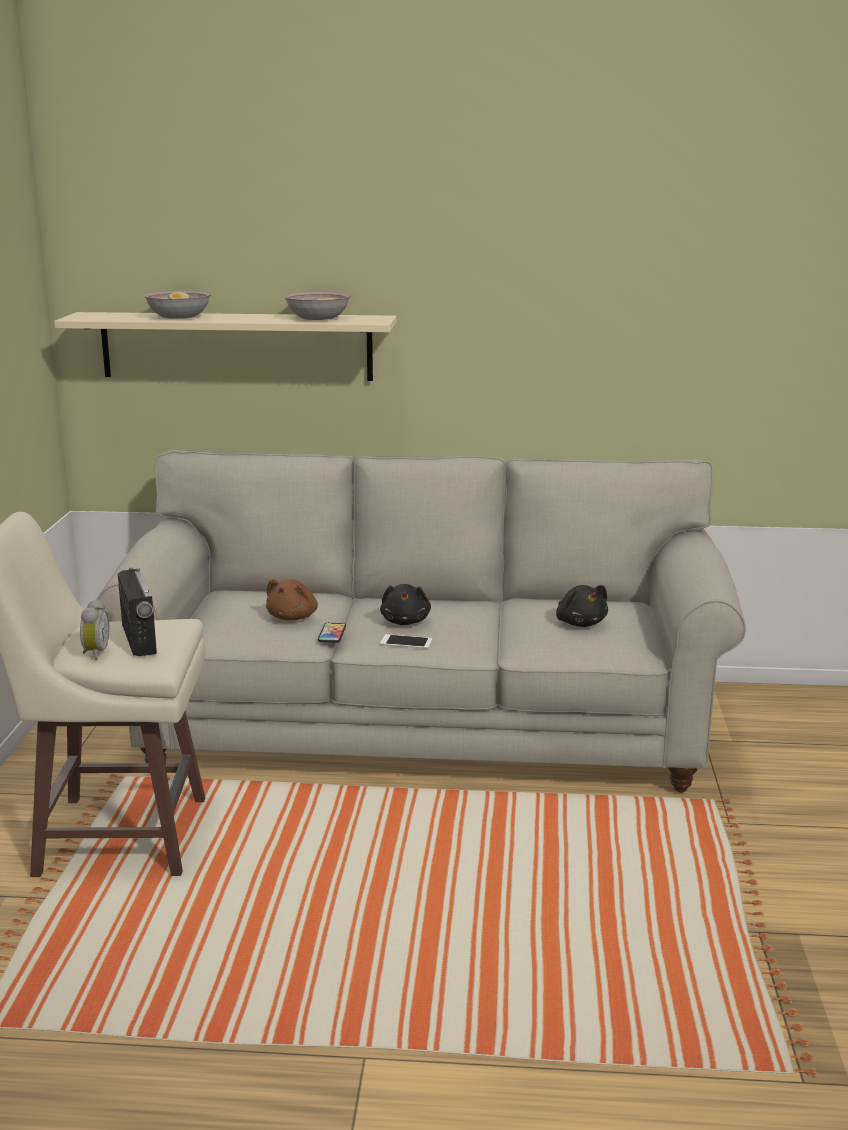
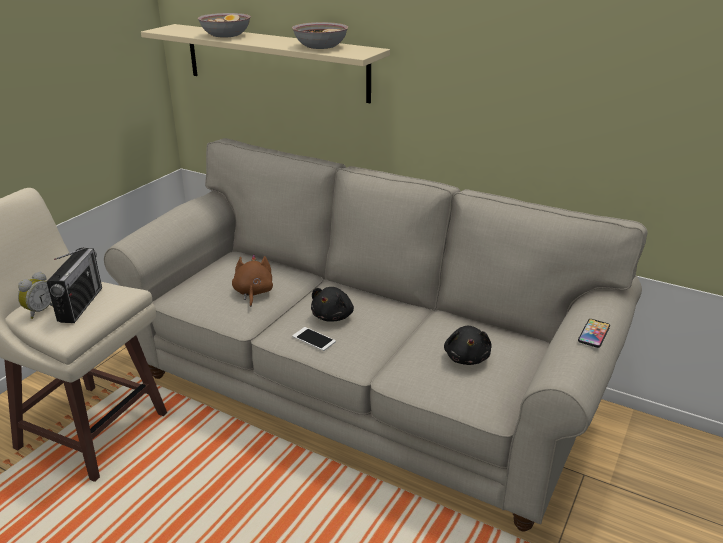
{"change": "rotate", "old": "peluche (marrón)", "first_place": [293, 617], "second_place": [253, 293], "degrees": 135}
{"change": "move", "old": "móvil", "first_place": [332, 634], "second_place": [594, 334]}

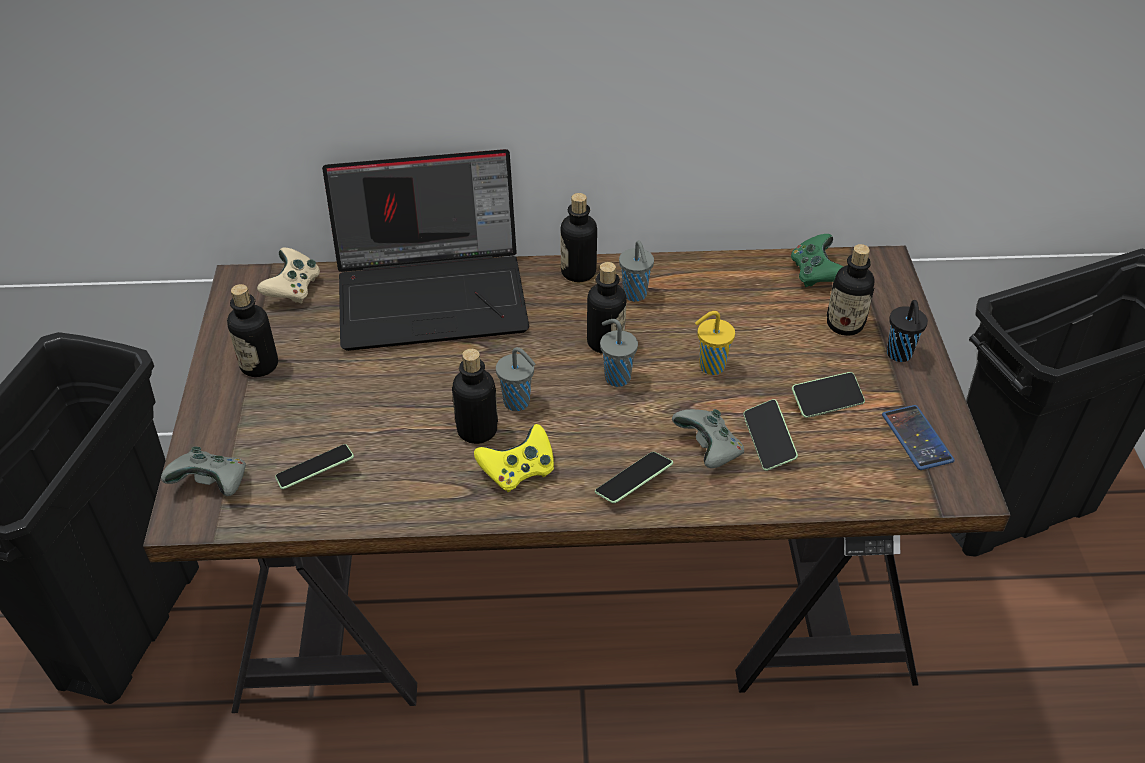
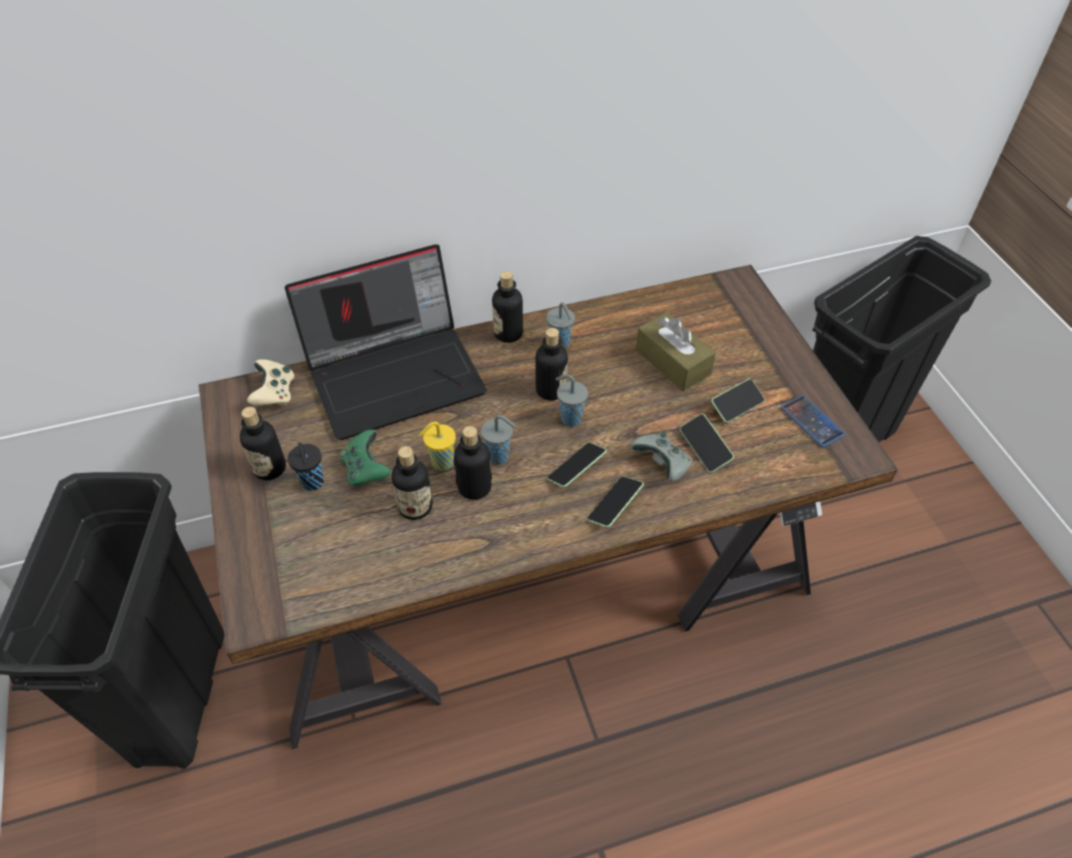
{"change": "delete", "old": "mando de consola (gris)", "first_place": [213, 485]}
{"change": "move", "old": "móvil", "first_place": [316, 474], "second_place": [576, 470]}
{"change": "delete", "old": "mando de consola (amarillo)", "first_place": [518, 472]}
{"change": "move", "old": "taza (amarillo)", "first_place": [710, 367], "second_place": [441, 463]}
{"change": "move", "old": "mando de consola (verde)", "first_place": [815, 274], "second_place": [366, 469]}
{"change": "move", "old": "botella", "first_place": [844, 324], "second_place": [415, 507]}
{"change": "move", "old": "taza (negro)", "first_place": [899, 355], "second_place": [312, 483]}
{"change": "insert", "new": "caja de pañuelos (marrón)", "second_place": [672, 362]}

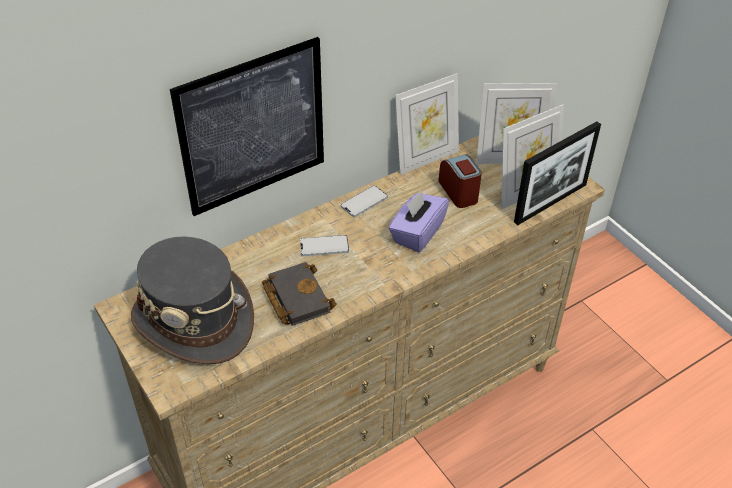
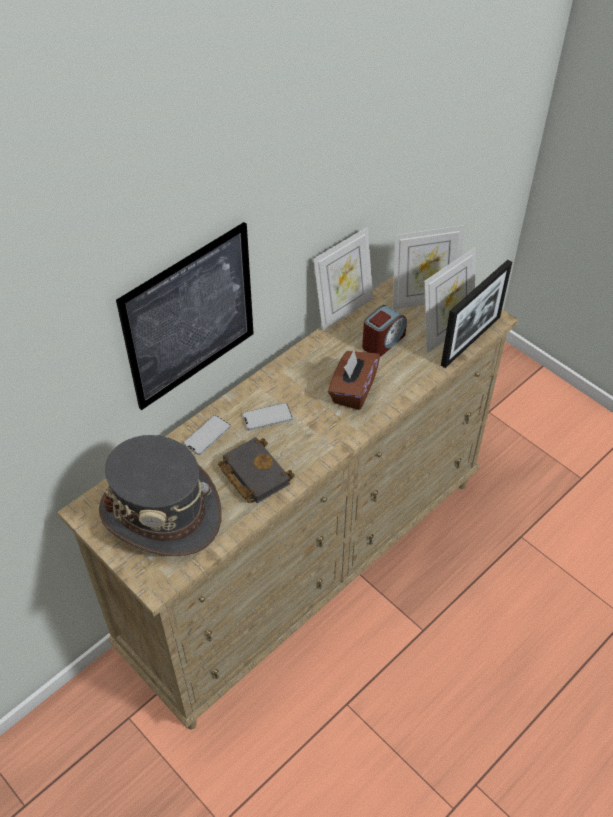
{"change": "move", "old": "móvil", "first_place": [364, 202], "second_place": [207, 435]}
{"change": "recolor", "old": "caja de pañuelos (morado)", "new": "caja de pañuelos (marrón)", "first_place": [417, 233], "second_place": [353, 390]}
{"change": "rotate", "old": "despertador", "first_place": [459, 192], "second_place": [383, 341], "degrees": 75}

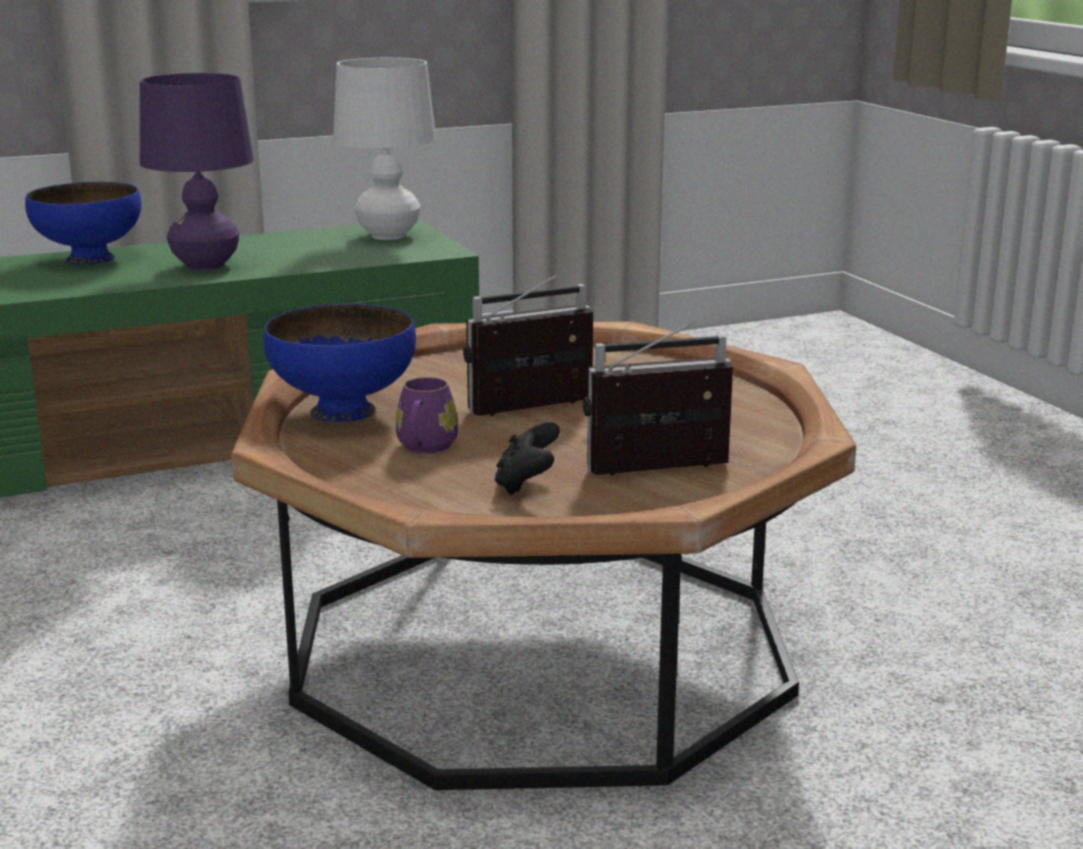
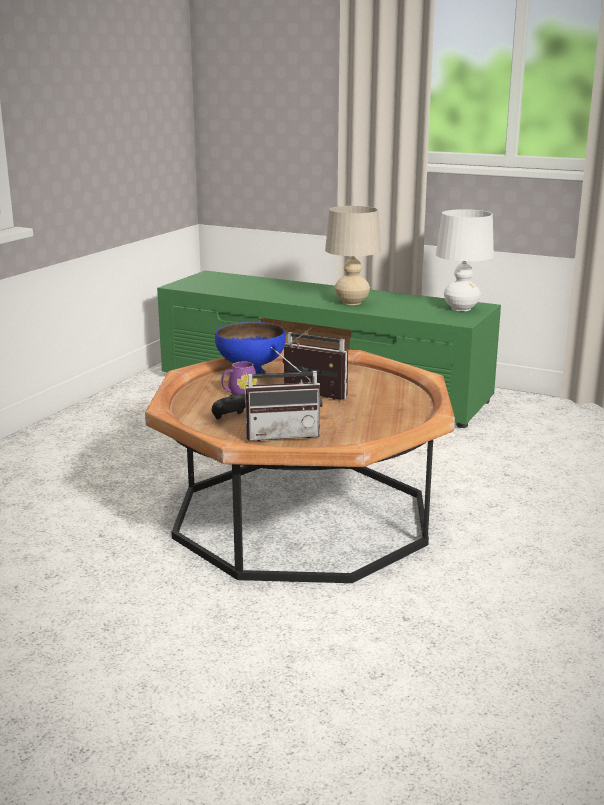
{"change": "delete", "old": "cuenco (azul)", "first_place": [90, 258]}
{"change": "recolor", "old": "lámpara de mesa (morado)", "new": "lámpara de mesa (beis)", "first_place": [206, 265], "second_place": [352, 302]}
{"change": "rotate", "old": "radio", "first_place": [660, 474], "second_place": [283, 434], "degrees": 135}

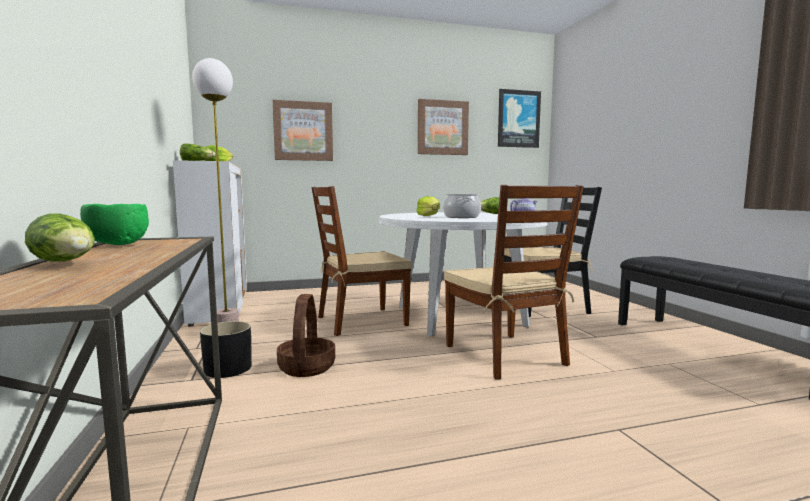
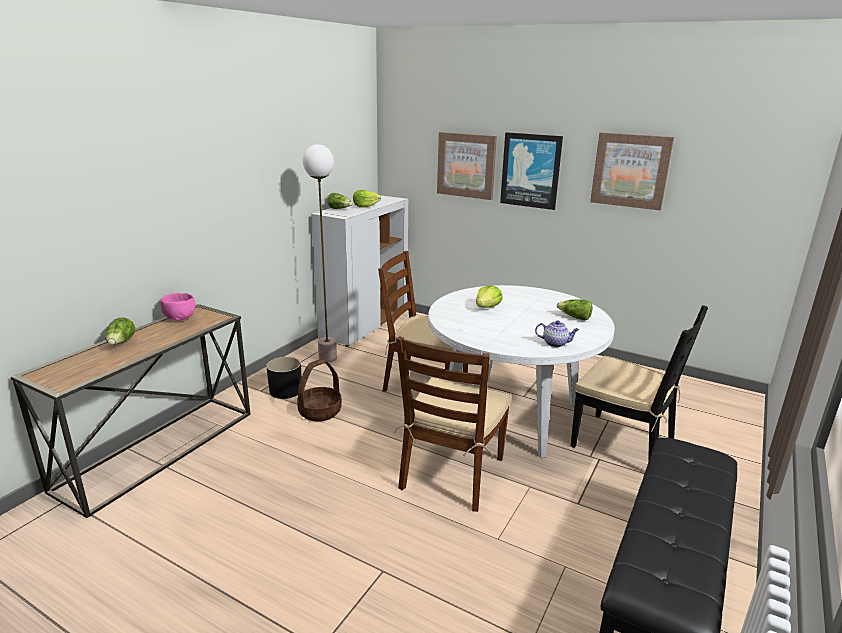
{"change": "recolor", "old": "cuenco (verde)", "new": "cuenco (rosa)", "first_place": [118, 244], "second_place": [179, 318]}
{"change": "delete", "old": "olla", "first_place": [461, 217]}
{"change": "move", "old": "cuadro", "first_place": [518, 119], "second_place": [530, 170]}

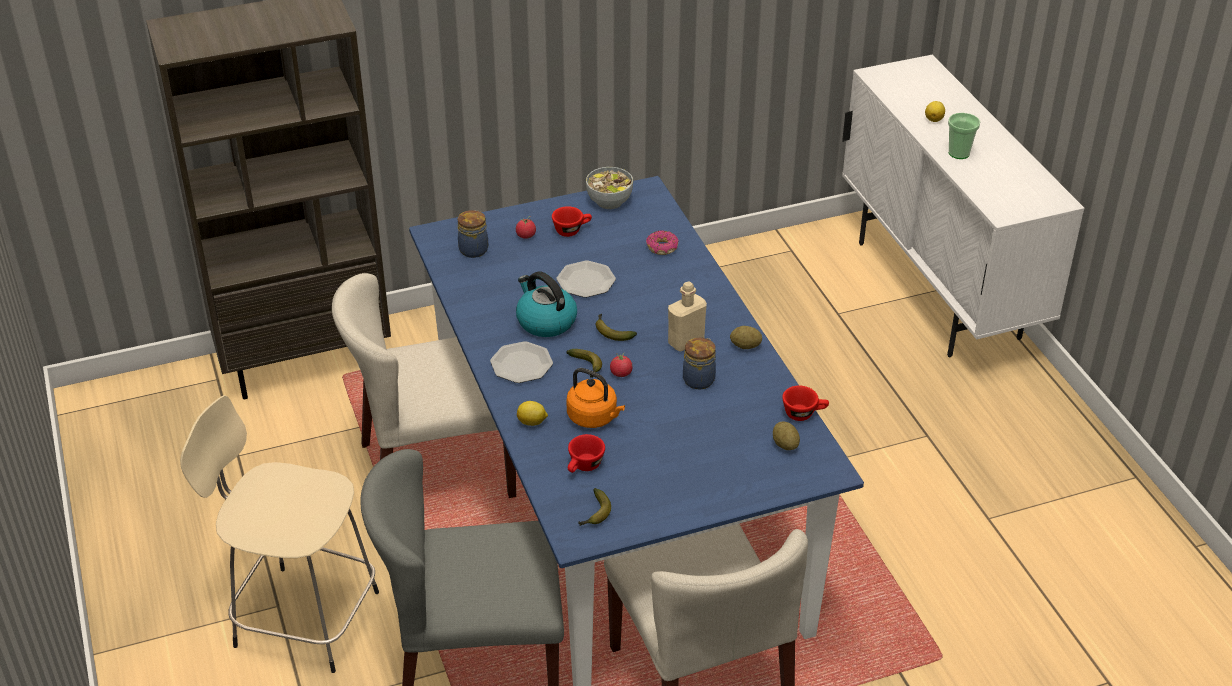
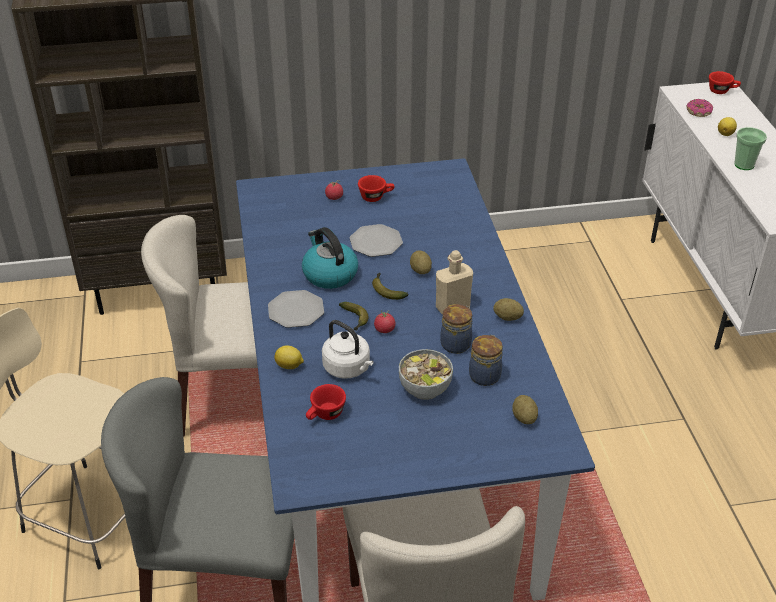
{"change": "move", "old": "tarro", "first_place": [474, 249], "second_place": [485, 375]}
{"change": "recolor", "old": "hervidor (naranja)", "new": "hervidor (blanco)", "first_place": [594, 417], "second_place": [348, 368]}
{"change": "delete", "old": "plátano", "first_place": [595, 514]}
{"change": "move", "old": "cuenco", "first_place": [609, 201], "second_place": [425, 389]}
{"change": "move", "old": "rosquilla", "first_place": [662, 247], "second_place": [698, 112]}
{"change": "move", "old": "taza (rojo)", "first_place": [804, 413], "second_place": [722, 91]}
{"change": "insert", "new": "patata", "second_place": [420, 270]}

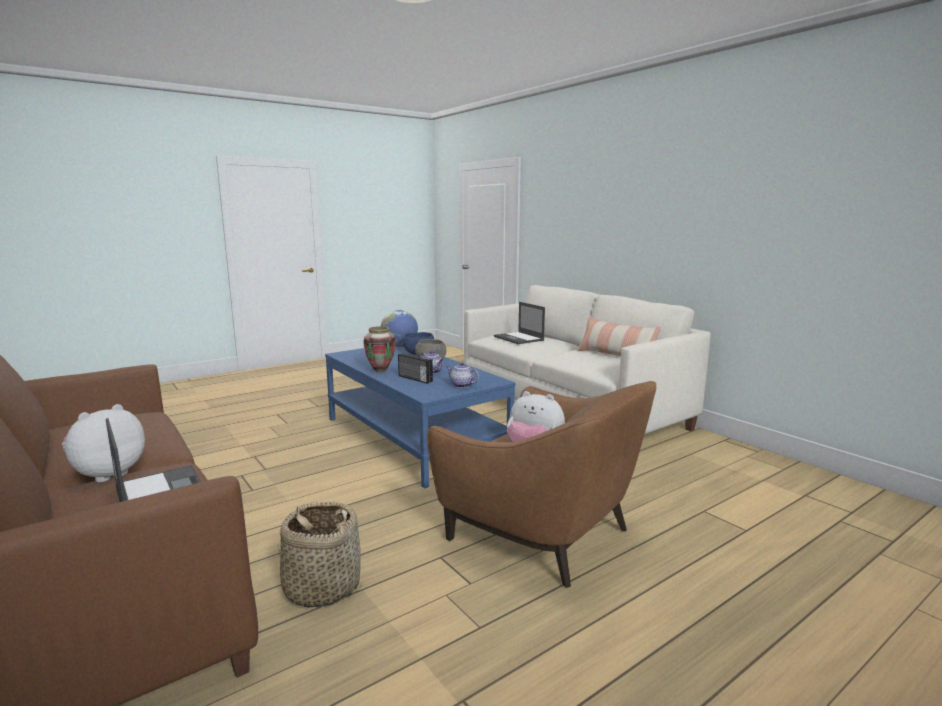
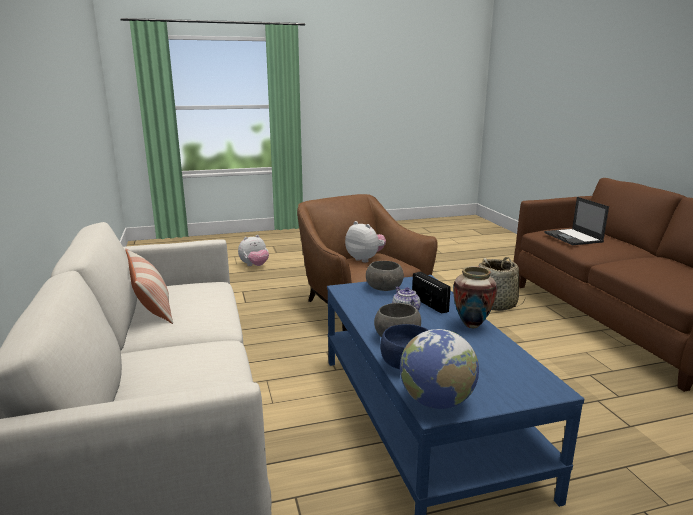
{"change": "move", "old": "peluche", "first_place": [107, 474], "second_place": [254, 266]}
{"change": "replace", "old": "tetera", "new": "cuenco (gris)", "first_place": [461, 385], "second_place": [384, 288]}
{"change": "delete", "old": "portátil", "first_place": [519, 338]}

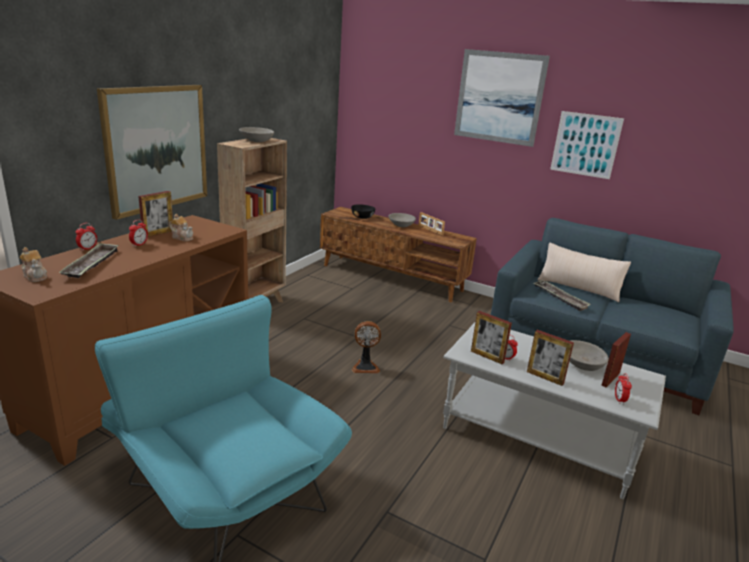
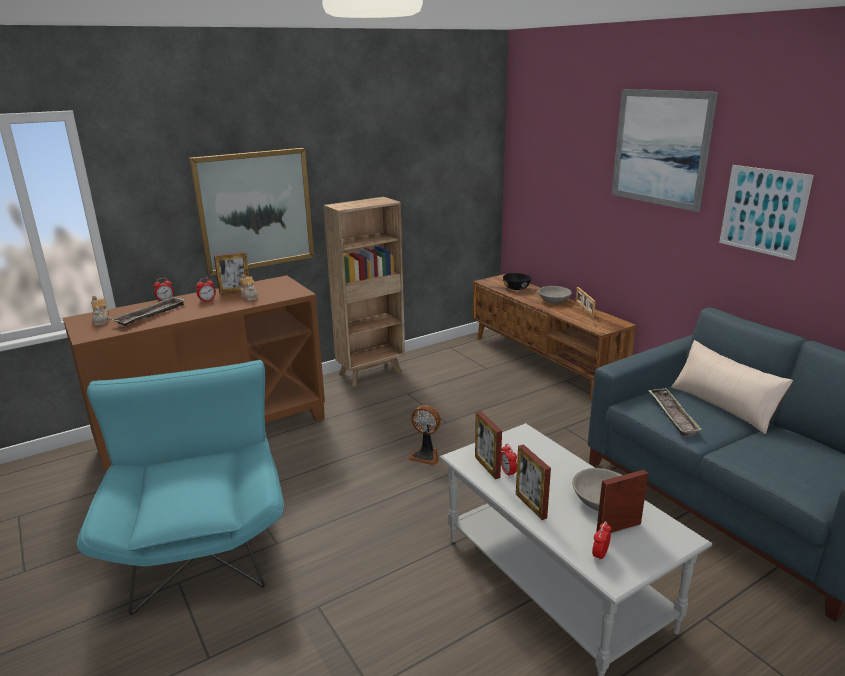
{"change": "delete", "old": "cuenco (gris)", "first_place": [256, 140]}

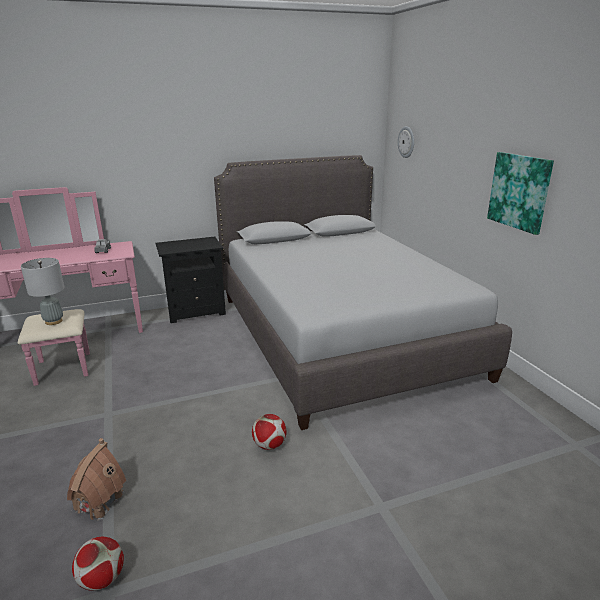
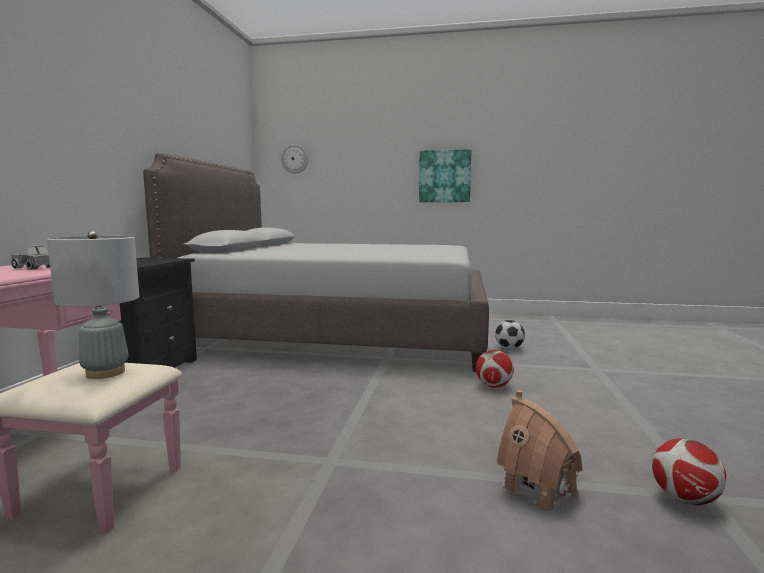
{"change": "insert", "new": "balón de fútbol", "second_place": [509, 348]}

